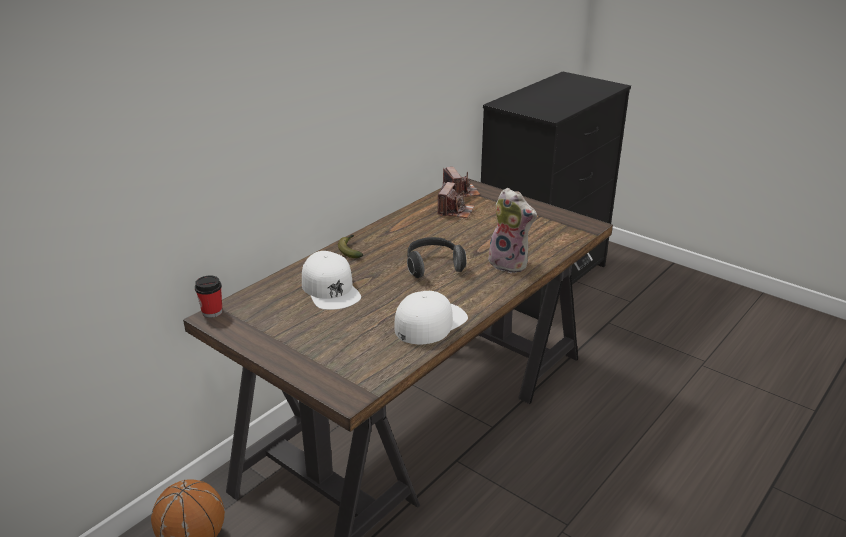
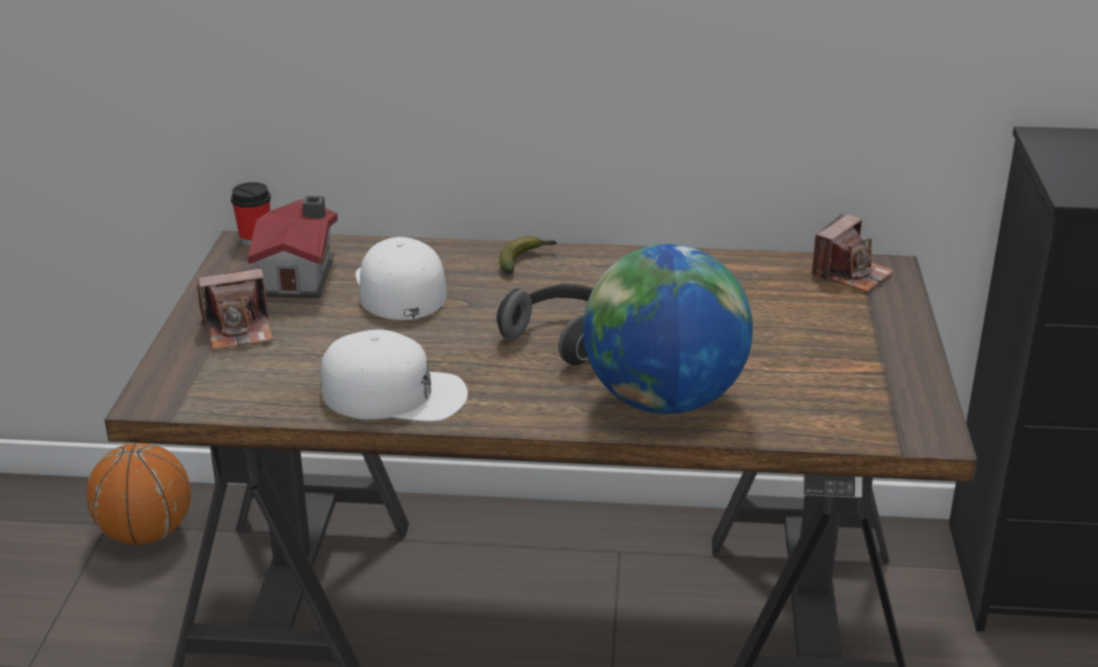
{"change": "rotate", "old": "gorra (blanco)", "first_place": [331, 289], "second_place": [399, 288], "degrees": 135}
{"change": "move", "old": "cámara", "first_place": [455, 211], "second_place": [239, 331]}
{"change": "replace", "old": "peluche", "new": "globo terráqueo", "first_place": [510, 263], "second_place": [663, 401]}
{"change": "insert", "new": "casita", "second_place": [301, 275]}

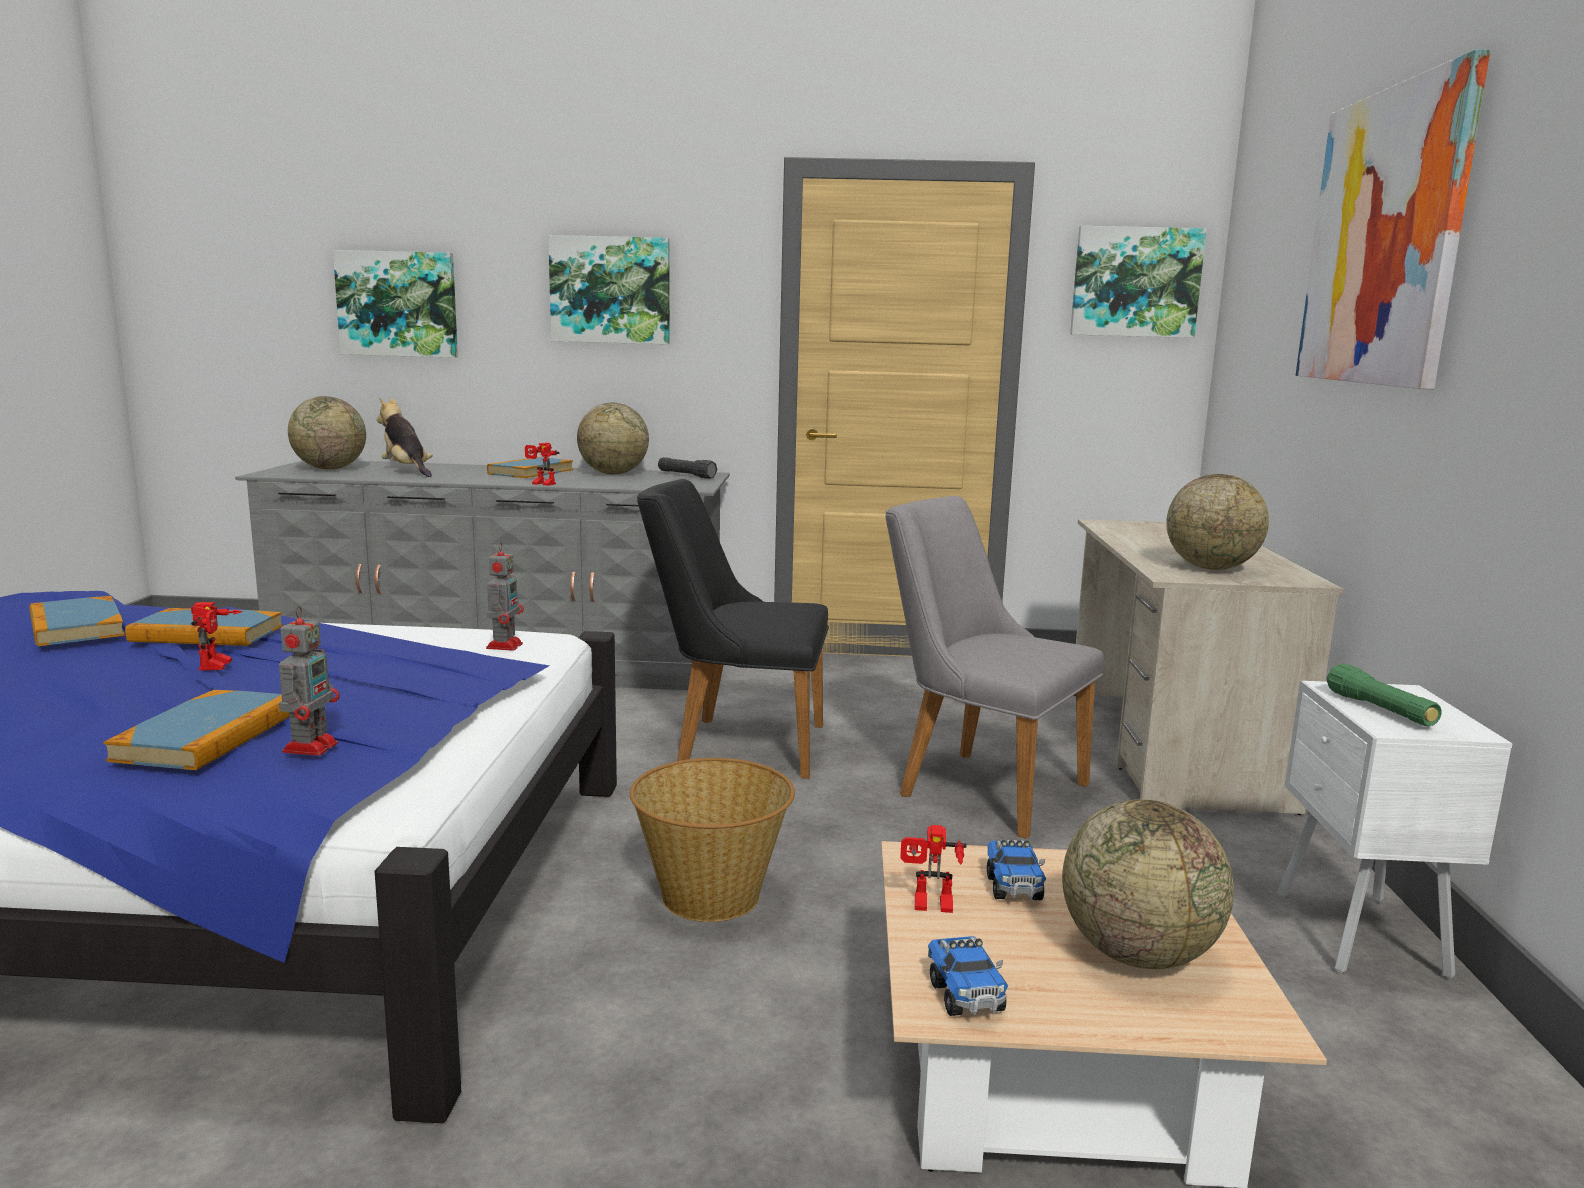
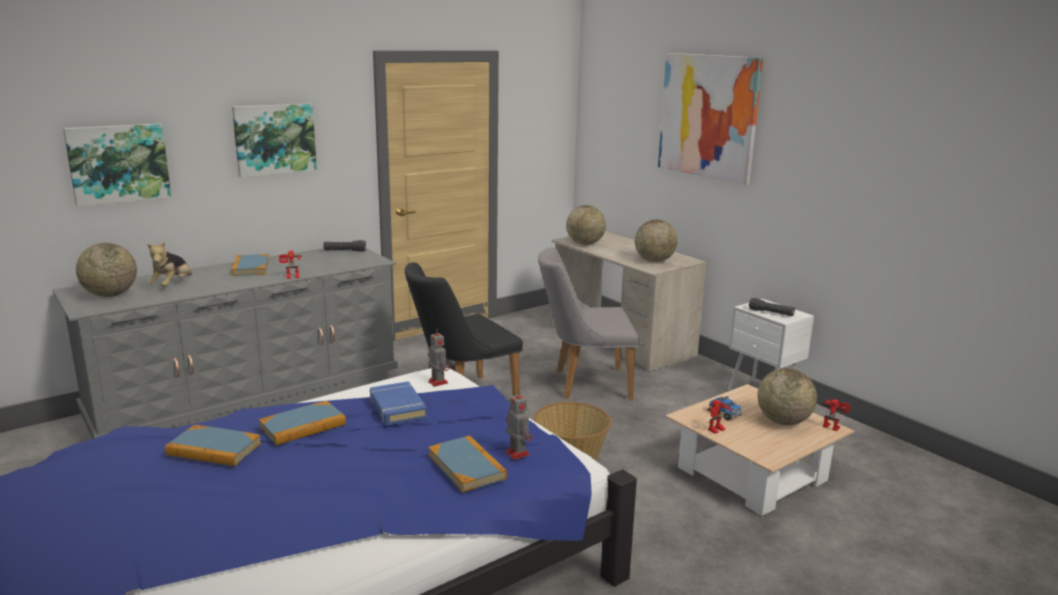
{"change": "move", "old": "robot de juguete", "first_place": [219, 666], "second_place": [833, 426]}
{"change": "rotate", "old": "peluche", "first_place": [407, 471], "second_place": [172, 285], "degrees": -90}
{"change": "move", "old": "globo terráqueo", "first_place": [613, 473], "second_place": [585, 244]}
{"change": "delete", "old": "camión de juguete", "first_place": [965, 995]}
{"change": "delete", "old": "cuadro", "first_place": [1135, 282]}
{"change": "recolor", "old": "linterna (verde)", "new": "linterna (negro)", "first_place": [1380, 710], "second_place": [771, 313]}
{"change": "insert", "new": "libro (azul)", "second_place": [397, 408]}

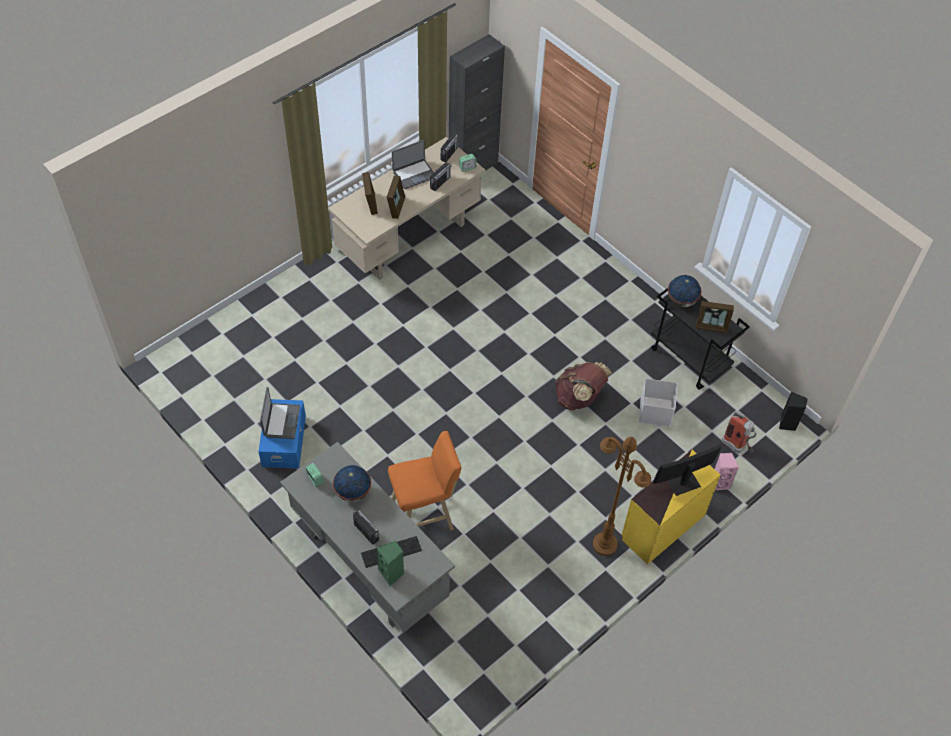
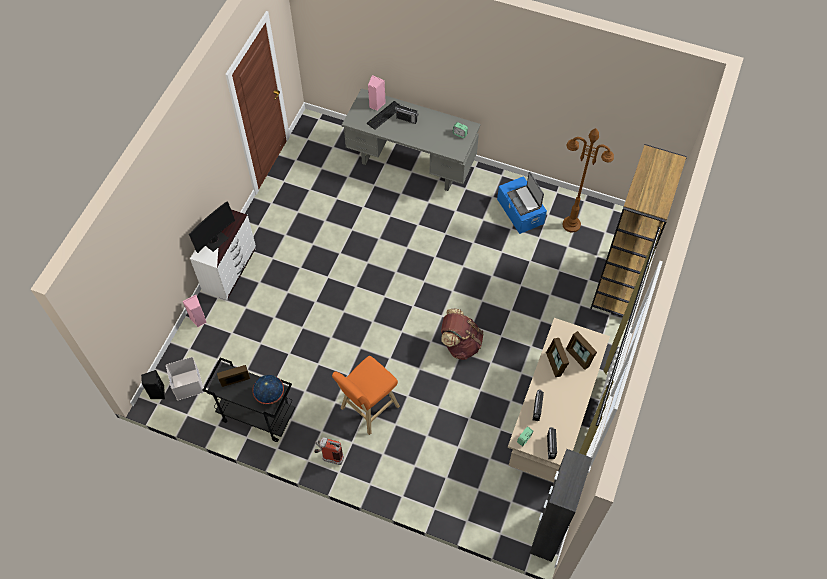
{"change": "delete", "old": "globo terráqueo", "first_place": [352, 492]}
{"change": "recolor", "old": "altavoz (verde)", "new": "altavoz (rosa)", "first_place": [392, 574], "second_place": [376, 104]}
{"change": "move", "old": "taburete (naranja)", "first_place": [424, 515], "second_place": [368, 409]}
{"change": "delete", "old": "portátil", "first_place": [414, 174]}
{"change": "move", "old": "mochila (marrón)", "first_place": [579, 398], "second_place": [460, 344]}
{"change": "move", "old": "lámpara de pie (marrón)", "first_place": [604, 544], "second_place": [571, 224]}
{"change": "recolor", "old": "cómoda (amarillo)", "new": "cómoda (blanco)", "first_place": [662, 526], "second_place": [230, 270]}
{"change": "move", "old": "caja de almacenaje (blanco)", "first_place": [656, 412], "second_place": [187, 384]}
{"change": "move", "old": "extintor", "first_place": [736, 447], "second_place": [329, 457]}
{"change": "insert", "new": "estantería (marrón)", "second_place": [618, 285]}

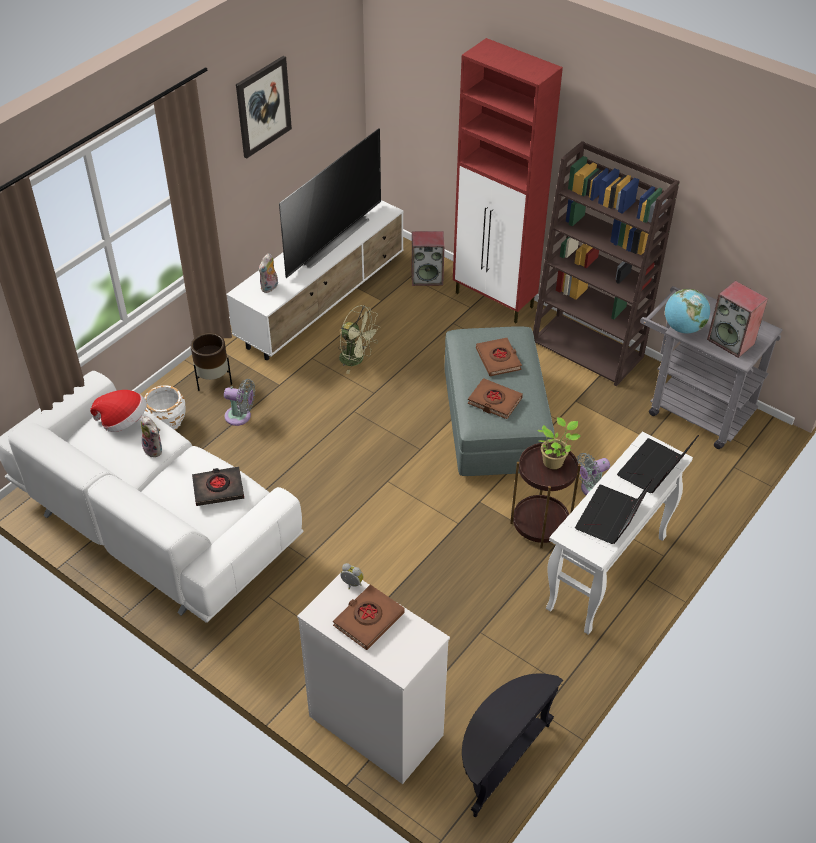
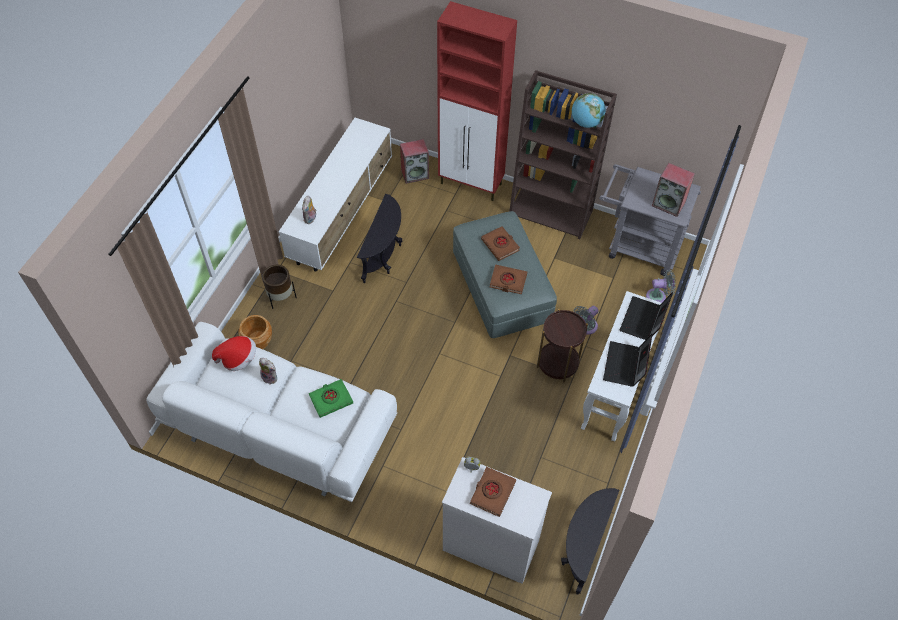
{"change": "recolor", "old": "maceta (blanco)", "new": "maceta (marrón)", "first_place": [167, 422], "second_place": [258, 341]}
{"change": "recolor", "old": "libro (negro)", "new": "libro (verde)", "first_place": [218, 489], "second_place": [331, 399]}
{"change": "move", "old": "ventilador (gris)", "first_place": [240, 416], "second_place": [658, 297]}
{"change": "delete", "old": "cuadro", "first_place": [263, 106]}
{"change": "delete", "old": "televisor", "first_place": [330, 239]}
{"change": "replace", "old": "ventilador (verde)", "new": "mesa auxiliar (negro)", "first_place": [357, 359], "second_place": [384, 256]}
{"change": "delete", "old": "planta en maceta", "first_place": [554, 461]}
{"change": "move", "old": "globo terráqueo", "first_place": [683, 328], "second_place": [586, 123]}

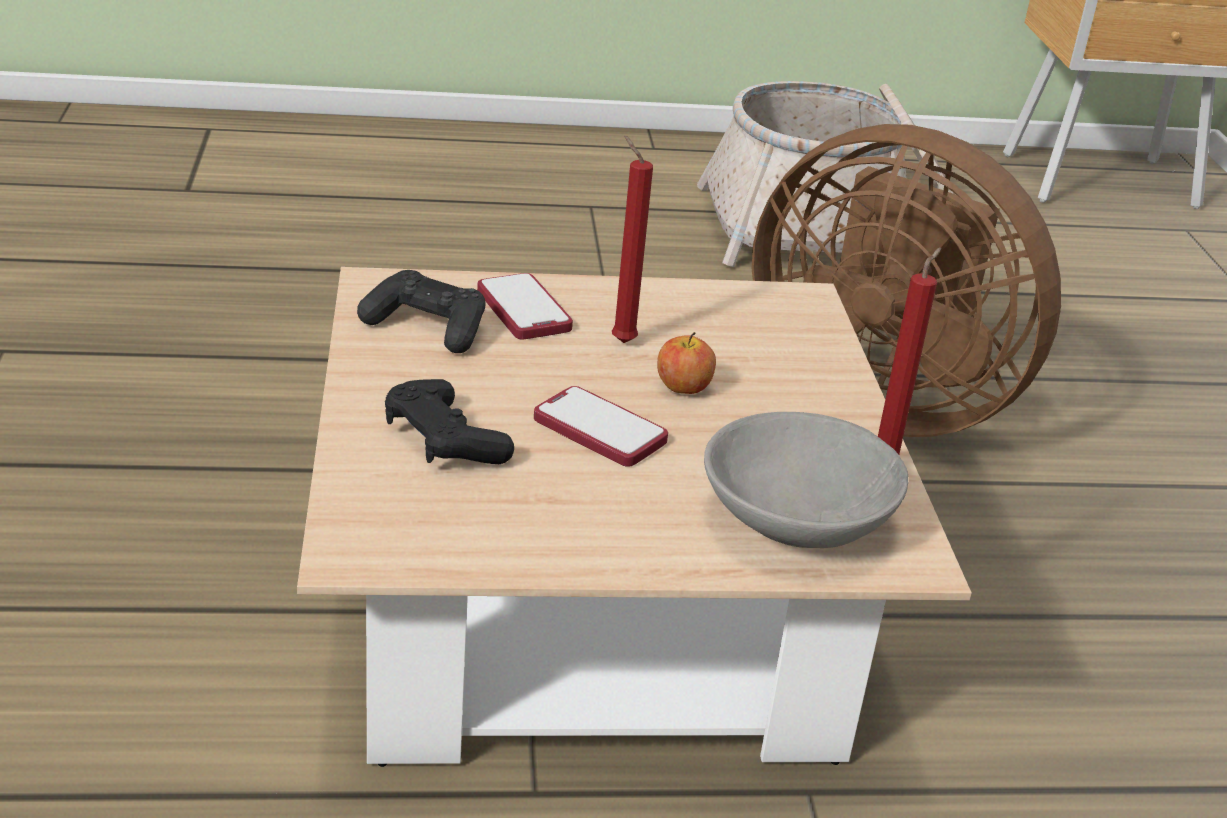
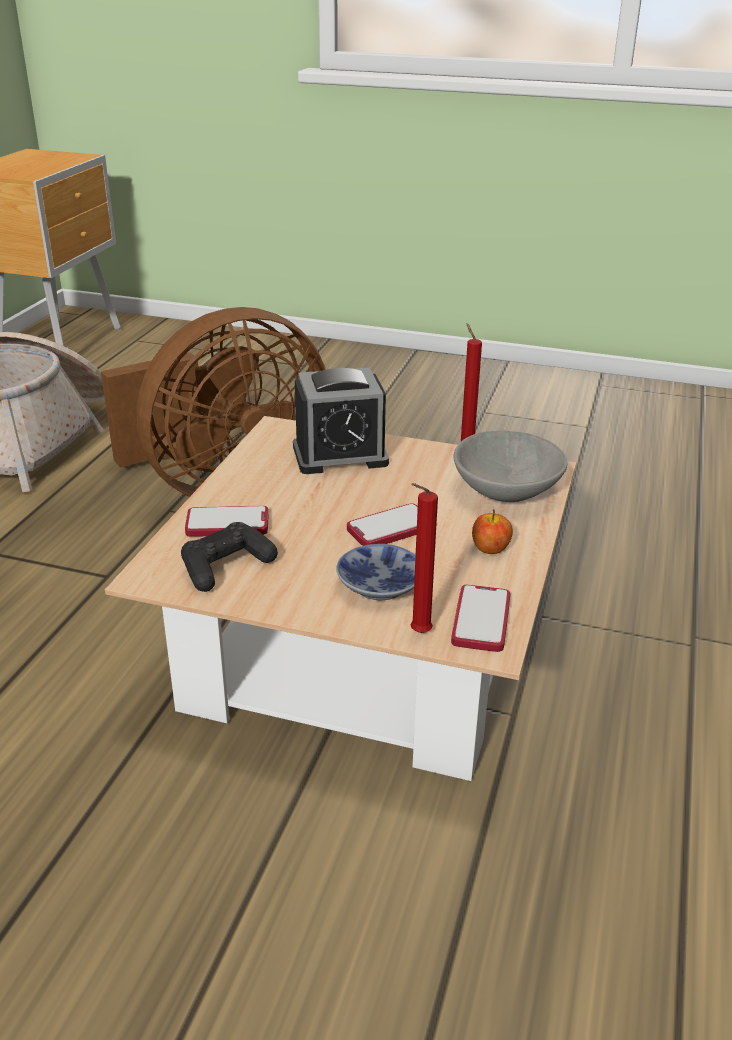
{"change": "replace", "old": "mando de consola (negro)", "new": "cuenco", "first_place": [444, 441], "second_place": [378, 587]}
{"change": "move", "old": "vela (rojo)", "first_place": [620, 341], "second_place": [417, 634]}
{"change": "move", "old": "manzana", "first_place": [683, 387], "second_place": [490, 549]}
{"change": "insert", "new": "despertador", "second_place": [340, 455]}
{"change": "insert", "new": "móvil", "second_place": [481, 620]}

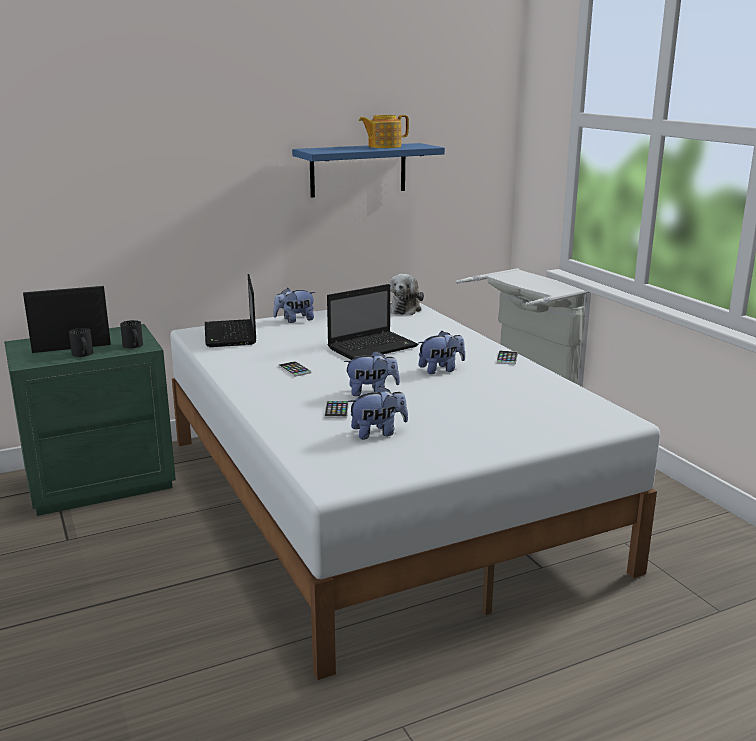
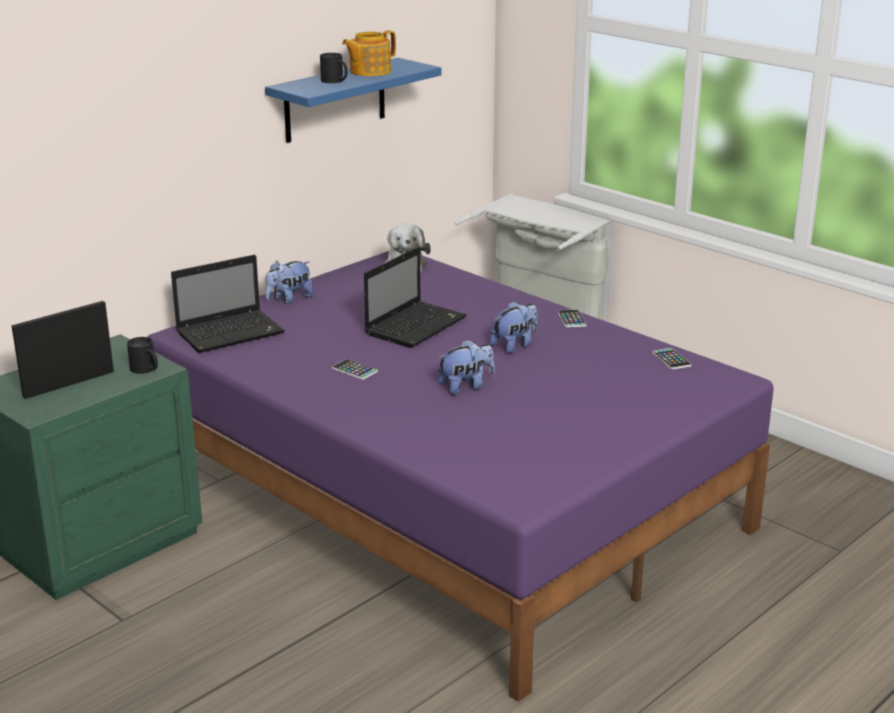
{"change": "move", "old": "taza grande (negro)", "first_place": [82, 354], "second_place": [334, 81]}
{"change": "recolor", "old": "cama (blanco)", "new": "cama (morado)", "first_place": [379, 499], "second_place": [448, 500]}
{"change": "rotate", "old": "portátil", "first_place": [231, 335], "second_place": [232, 332], "degrees": -90}
{"change": "move", "old": "móvil", "first_place": [336, 410], "second_place": [671, 359]}
{"change": "delete", "old": "peluche", "first_place": [378, 433]}

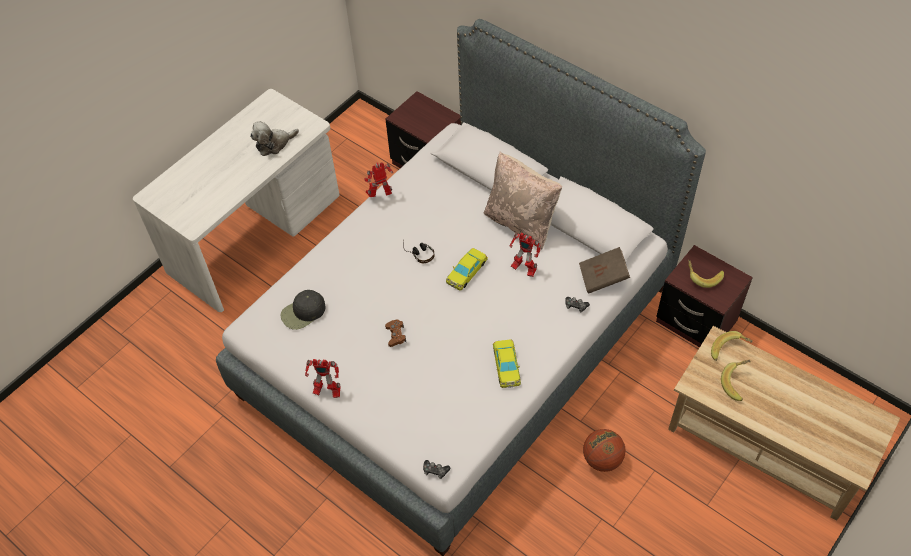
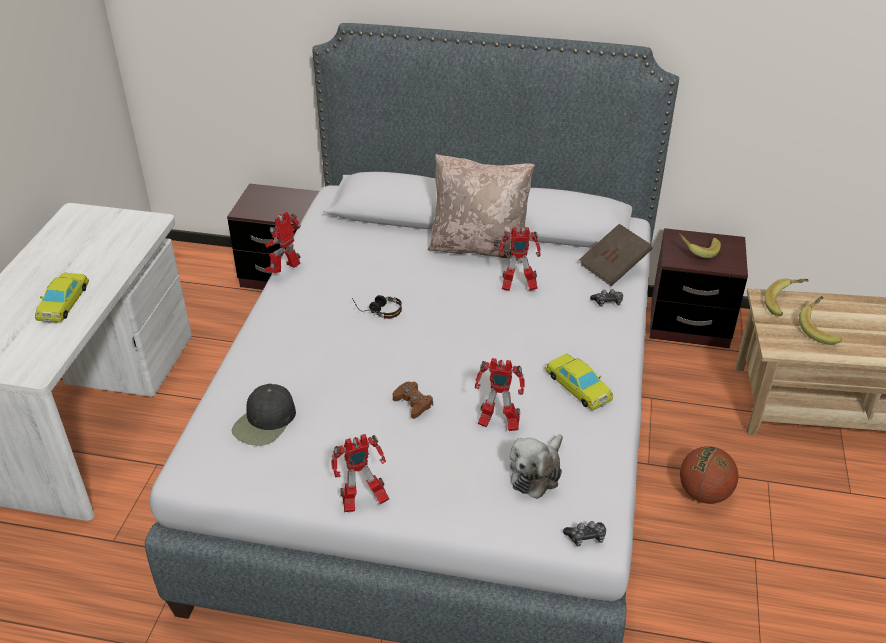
{"change": "move", "old": "peluche", "first_place": [274, 144], "second_place": [536, 473]}
{"change": "move", "old": "coche de juguete (amarillo)", "first_place": [466, 271], "second_place": [63, 302]}
{"change": "insert", "new": "robot de juguete", "second_place": [497, 423]}

